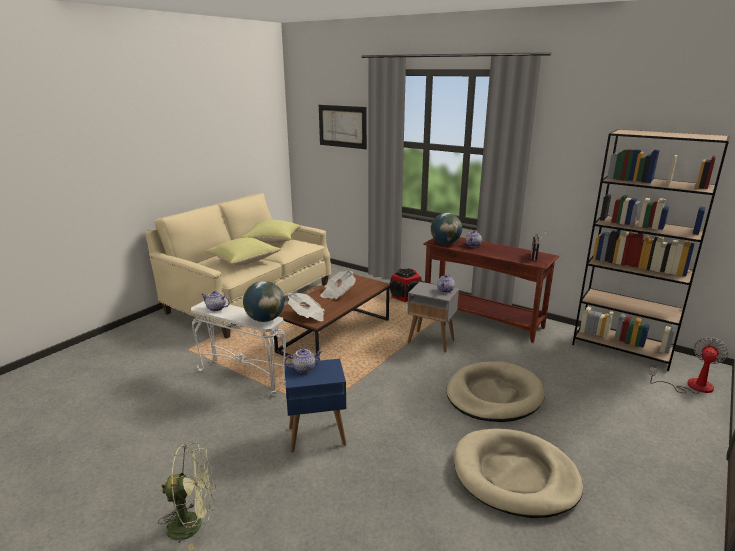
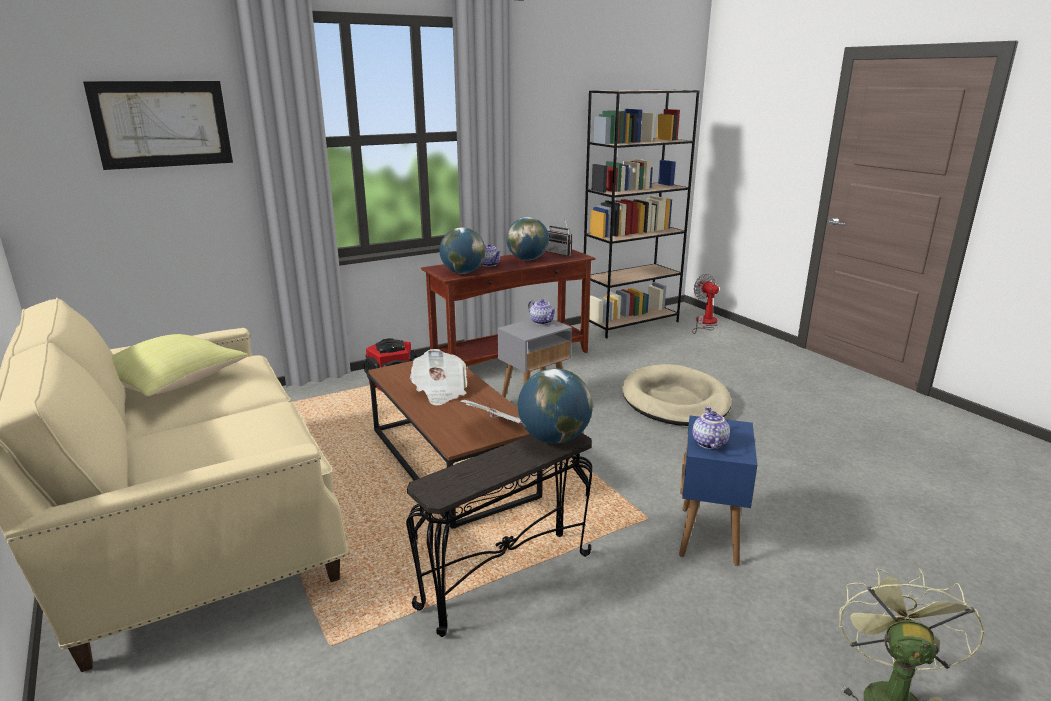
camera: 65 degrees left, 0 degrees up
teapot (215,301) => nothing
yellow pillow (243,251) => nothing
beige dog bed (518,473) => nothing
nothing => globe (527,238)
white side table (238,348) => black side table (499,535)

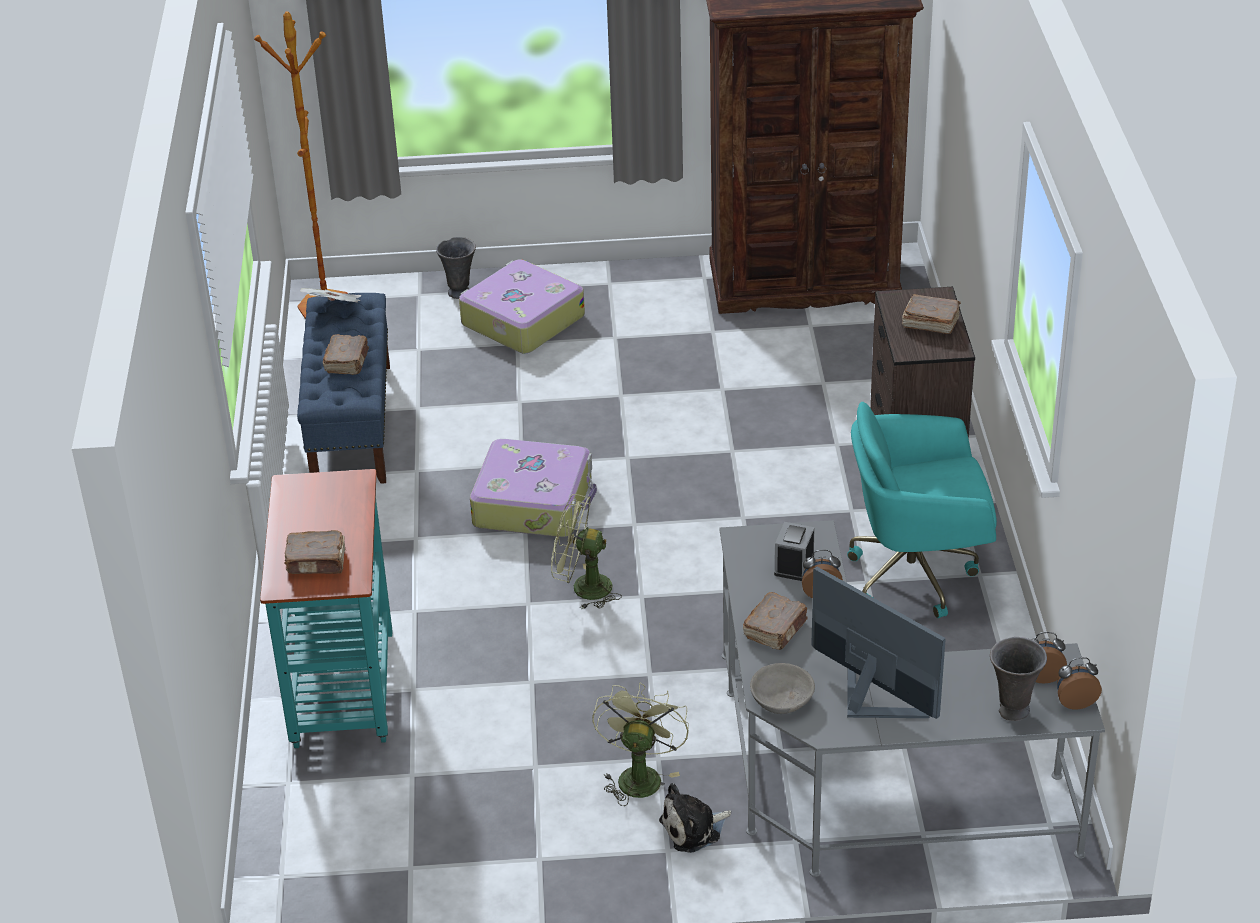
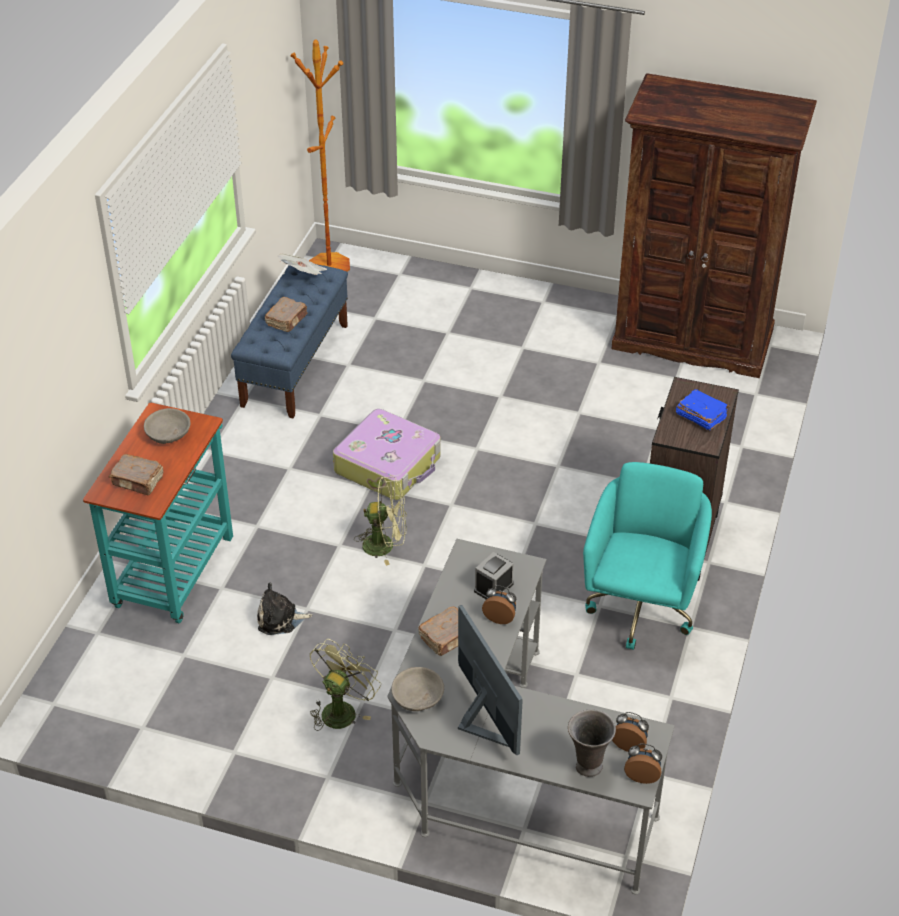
camera: 20 degrees right, 5 degrees up
grey vase (456,268) => nothing
suitcase (522,306) => nothing
nothing => grey bowl (167,426)
plush toy (695,818) => plush toy (284,609), shifted
brown book (931,314) => blue book (703,409)
green fan (586,551) => green fan (380,521), 150 degrees clockwise
turquoise office chair (922,510) => turquoise office chair (647,556), 90 degrees clockwise

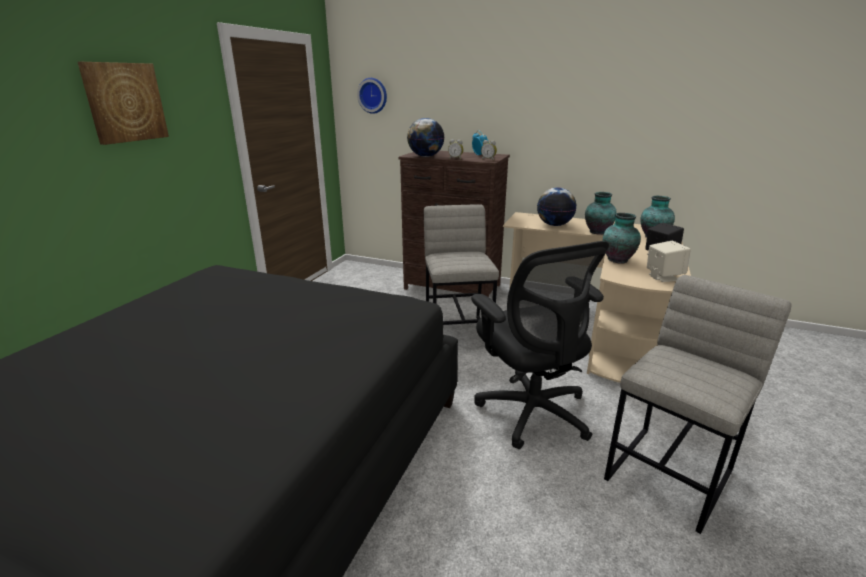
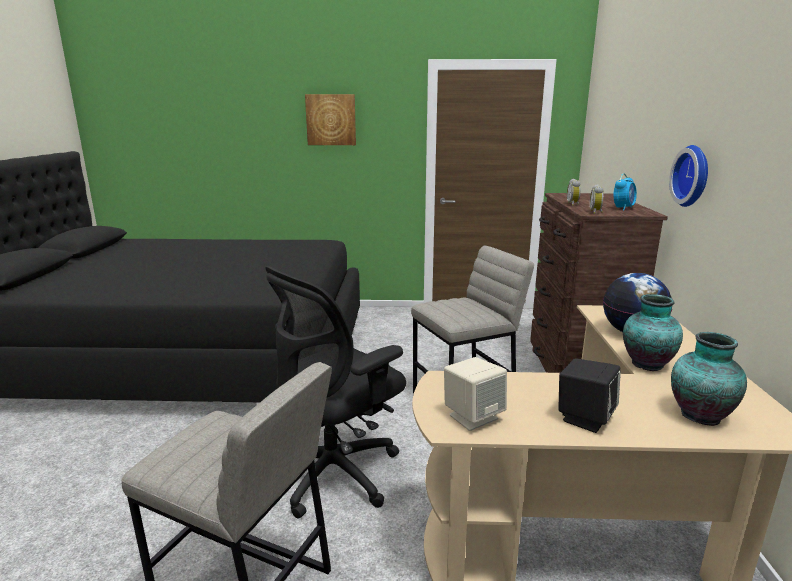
camera: 70 degrees right, 5 degrees down
globe (426,137) => nothing
vase (622,238) => nothing
wall clock (372,96) => wall clock (688,176), shifted

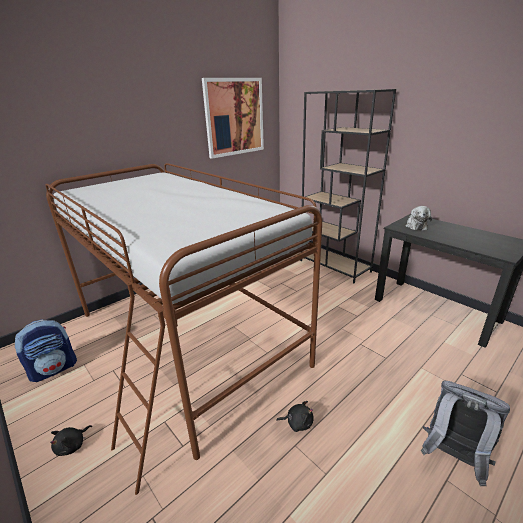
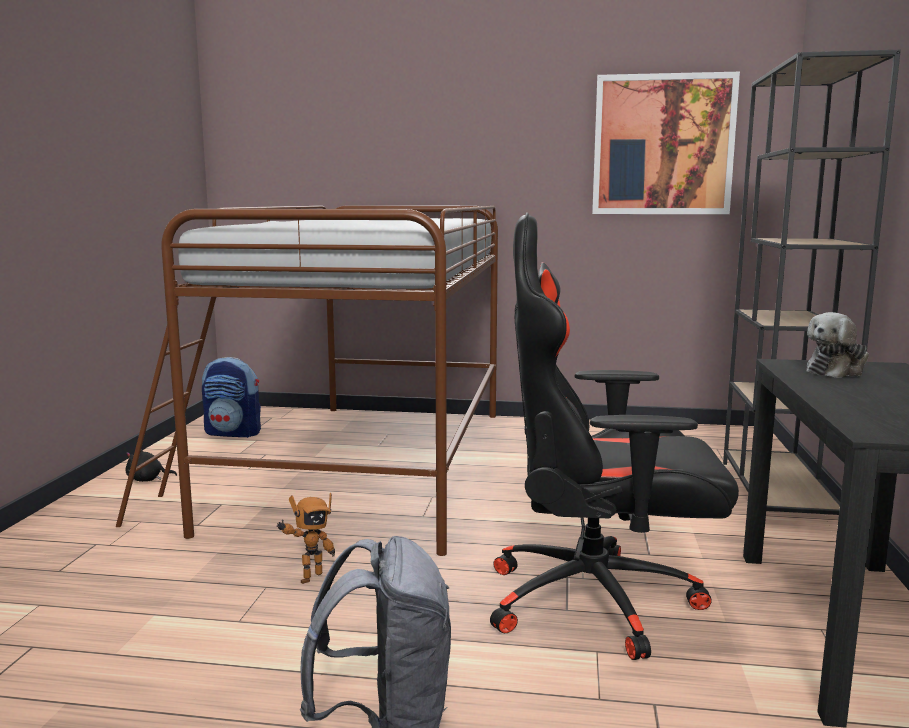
camera: 50 degrees right, 15 degrees down
nothing => black office chair (614,436)
black plush toy (295,416) => toy robot (306,538)

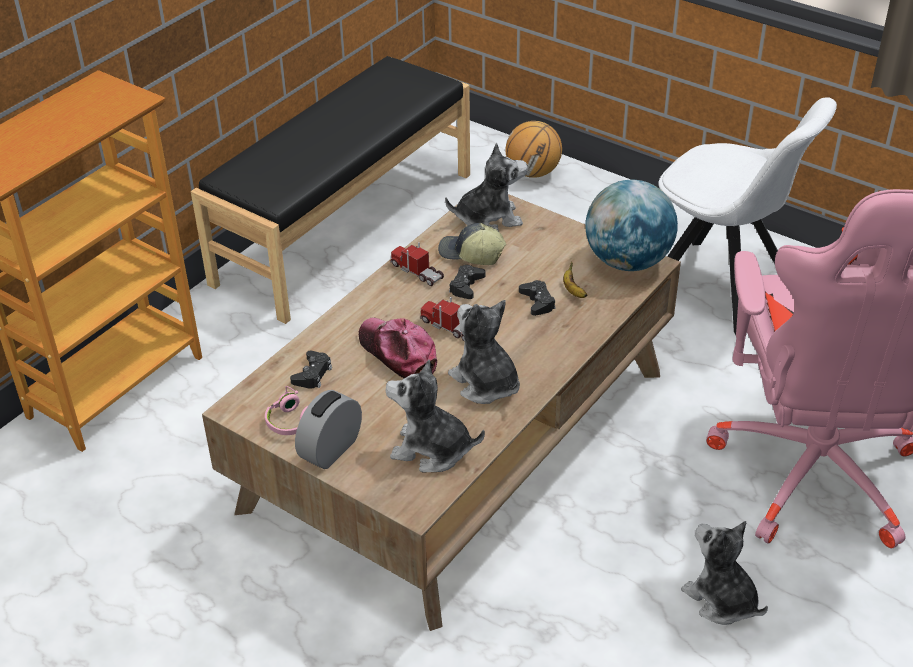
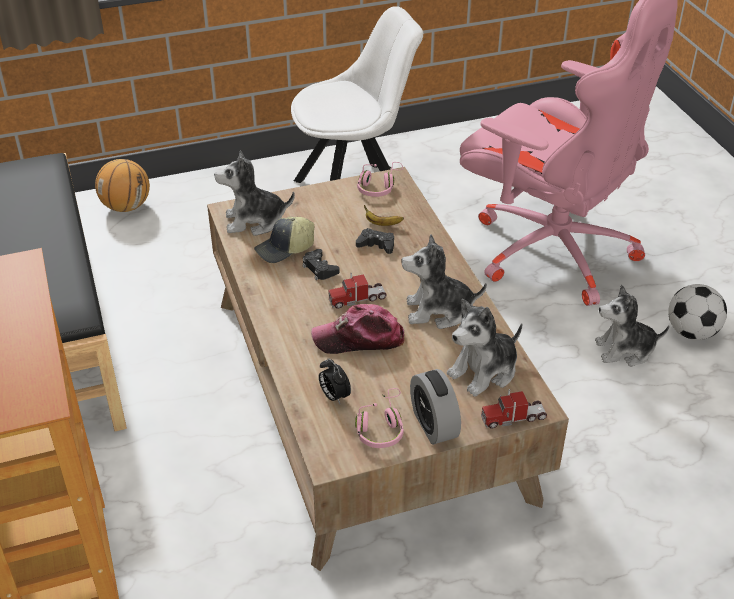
camera: 55 degrees left, 0 degrees up
nothing => football (697,312)
toy truck (417,264) => toy truck (514,408), shifted
black game controller (311,369) => alarm clock (335,381)
globe (631,225) => pink headphones (380,179)
plush toy (486,187) => plush toy (254,193), 120 degrees counterclockwise

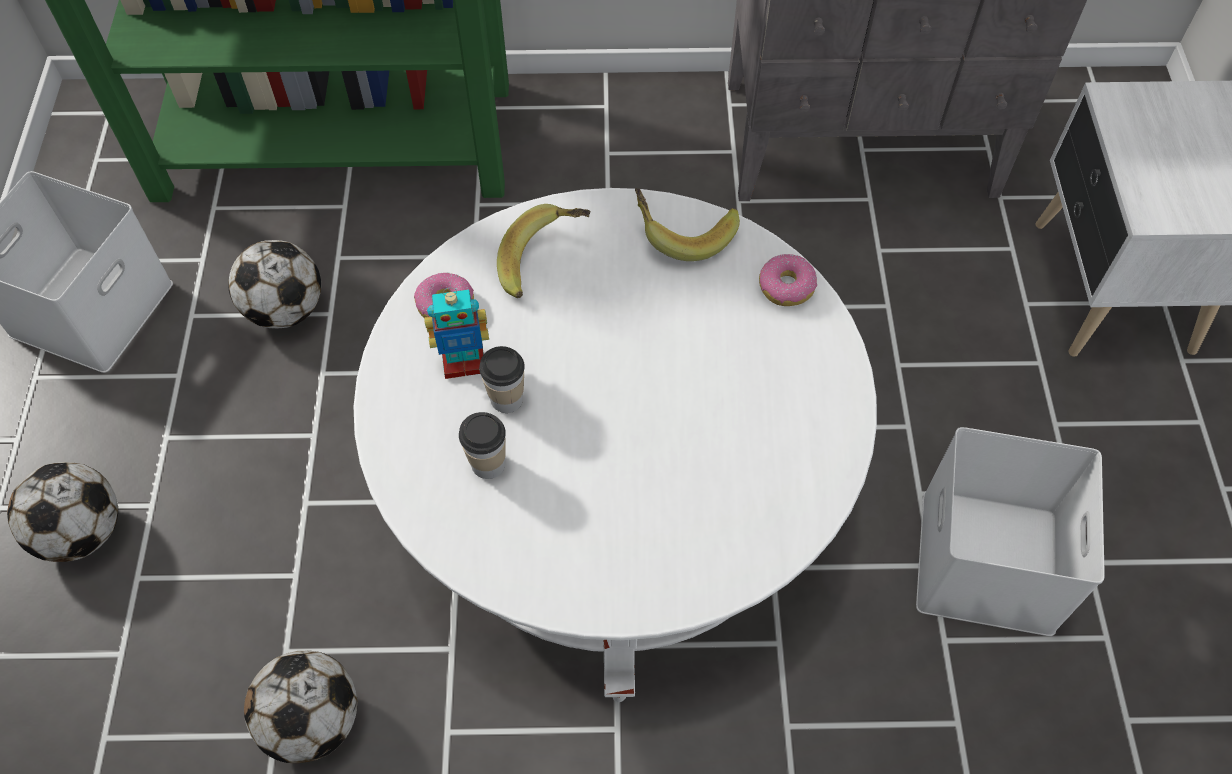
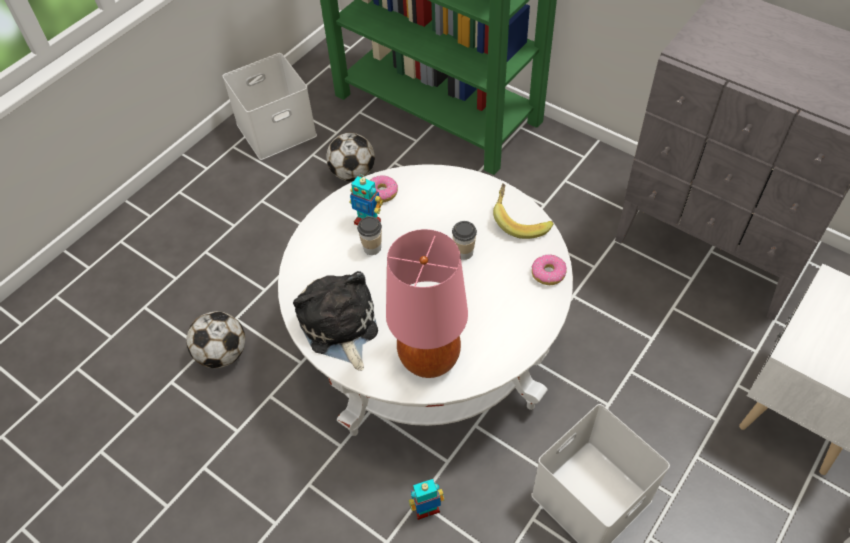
camera: 40 degrees right, 5 degrees down
football (62,512) => nothing
banana (543,251) => nothing
nothing => plush toy (335,321)
nothing => pink table lamp (427,303)
nothing => toy robot (426,499)
cup (482,445) => cup (464,240), shifted

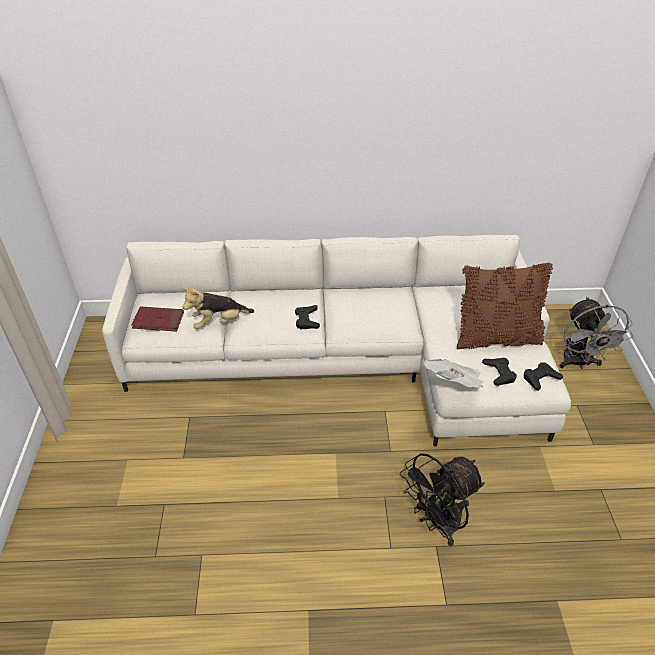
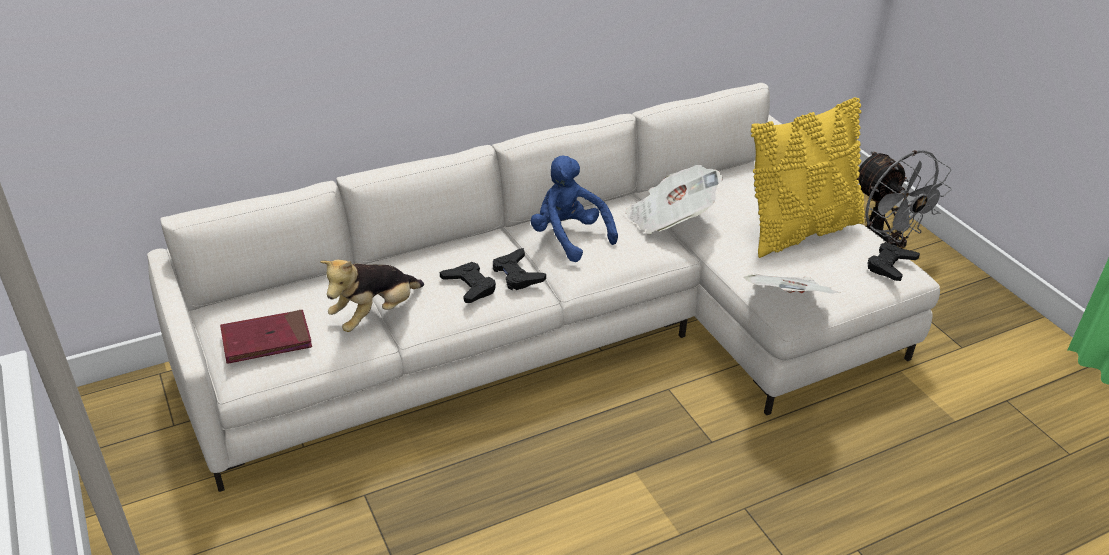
camera: 25 degrees left, 5 degrees down
black fan (442,499) => nothing
nothing => blue plush toy (574,208)
nothing => newspaper (674,200)
black game controller (499,372) => black game controller (468,282), shifted
brown pillow (505,306) => yellow pillow (808,177)

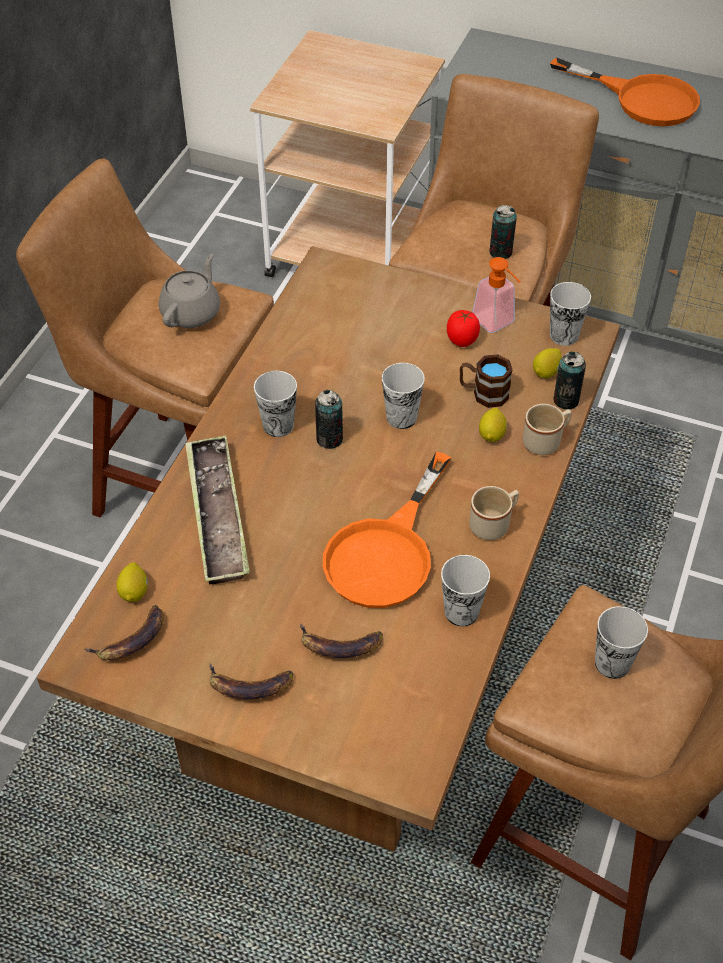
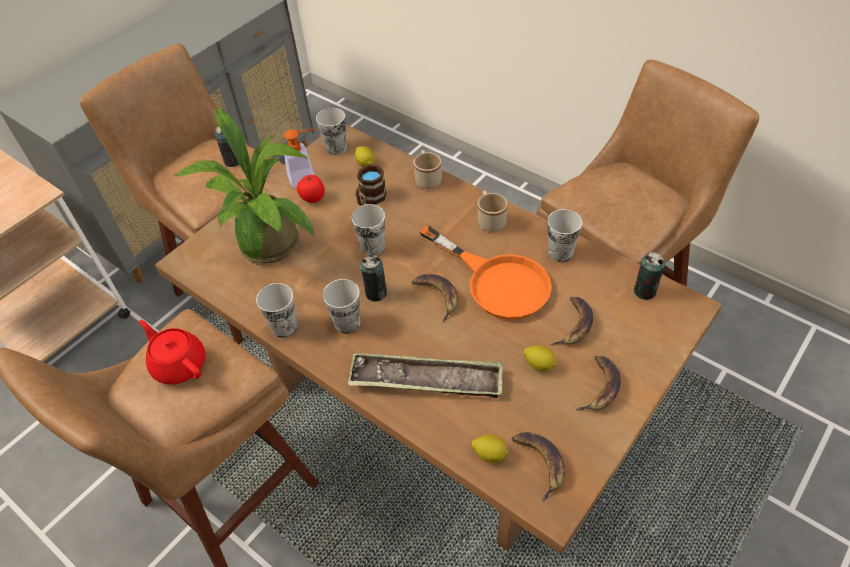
camera: 70 degrees left, 0 degrees up
orange frying pan (625,91) => nothing
nothing => potted plant (244,185)
nothing => banana (435,298)
lemon (493,425) => lemon (540,358), shifted
can (570,381) => can (649,276), shifted
cup (621,642) => cup (276,310), shifted
grey teapot (189,291) => red teapot (172,352)

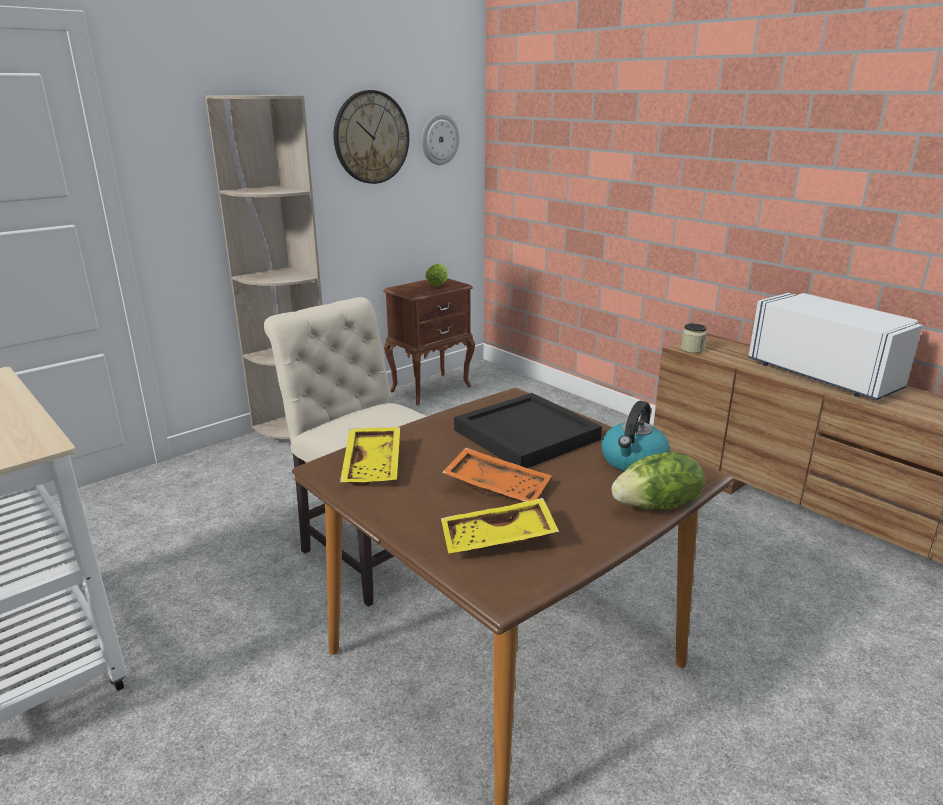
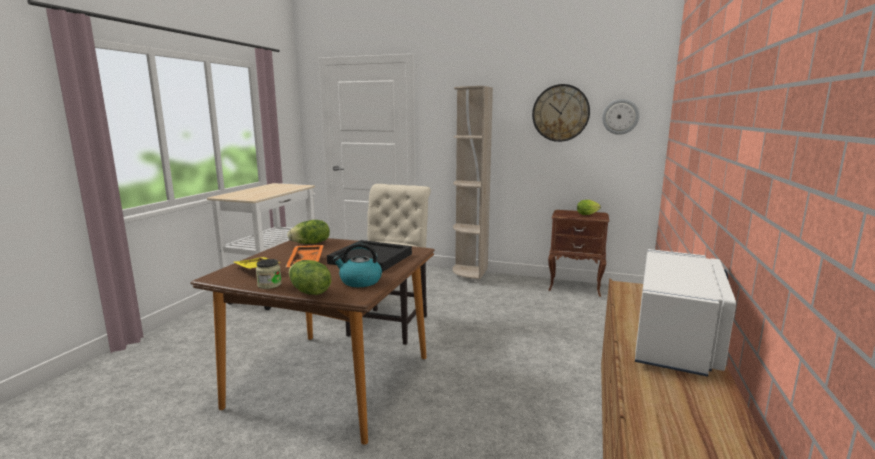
camera: 60 degrees right, 10 degrees down
jar (694,338) => jar (269,274), shifted
yellow tray (370,456) => lettuce (309,232)

